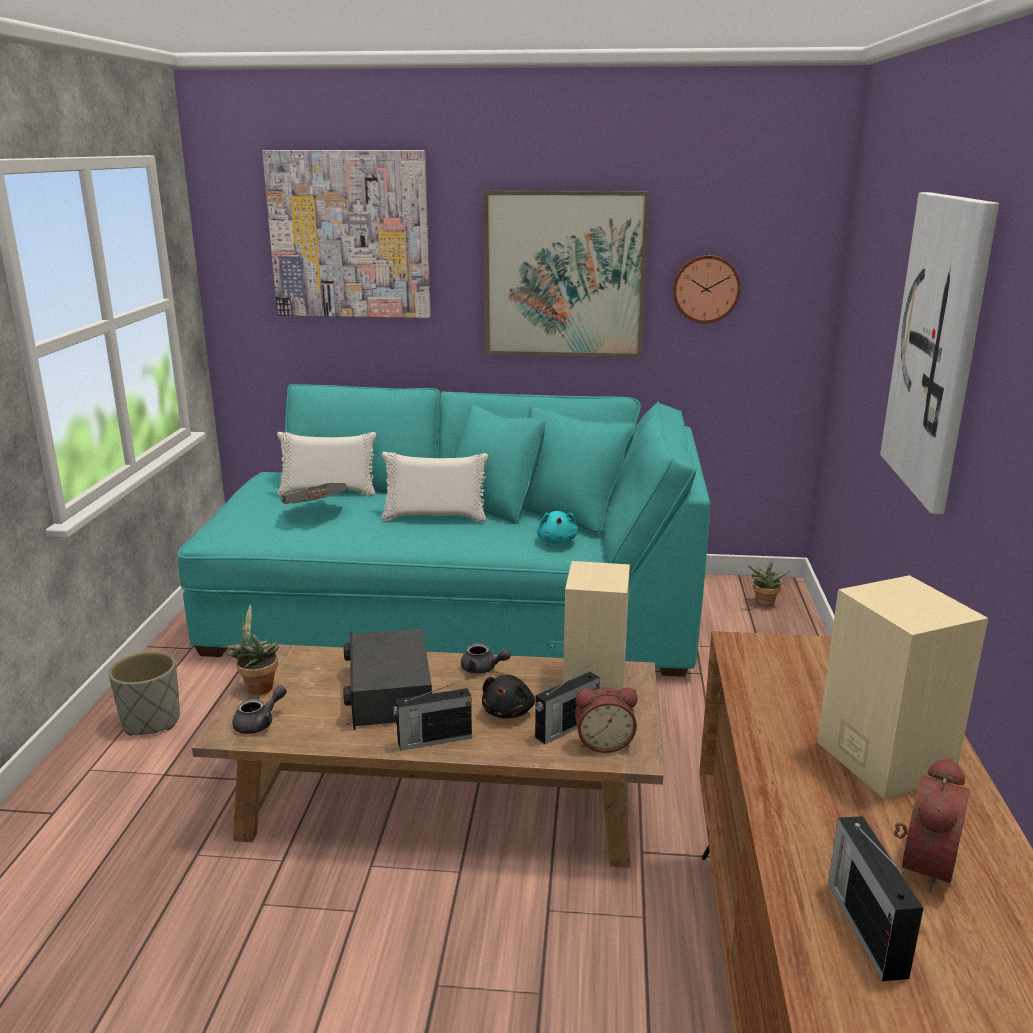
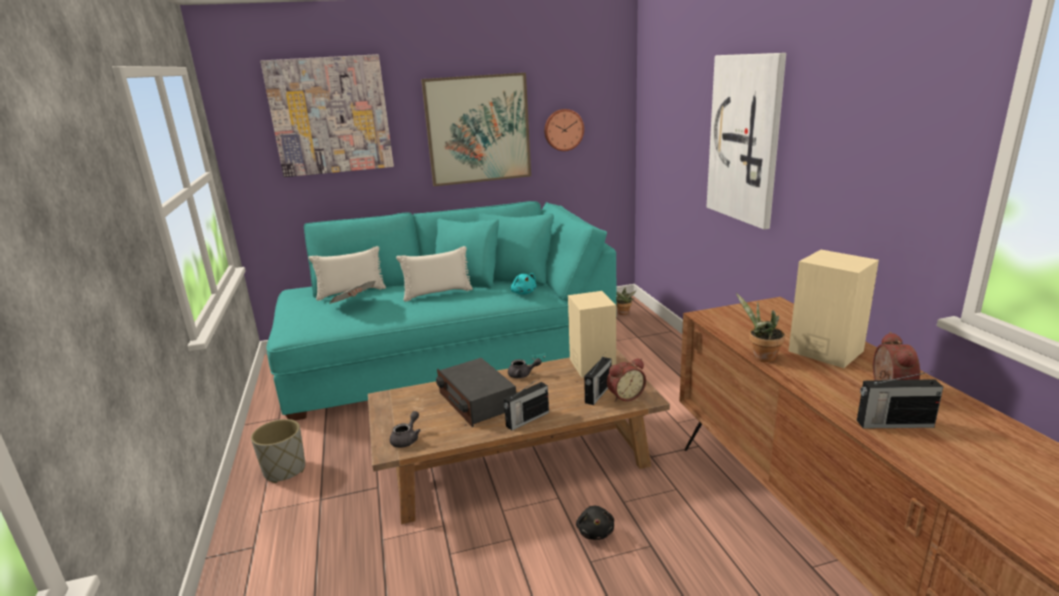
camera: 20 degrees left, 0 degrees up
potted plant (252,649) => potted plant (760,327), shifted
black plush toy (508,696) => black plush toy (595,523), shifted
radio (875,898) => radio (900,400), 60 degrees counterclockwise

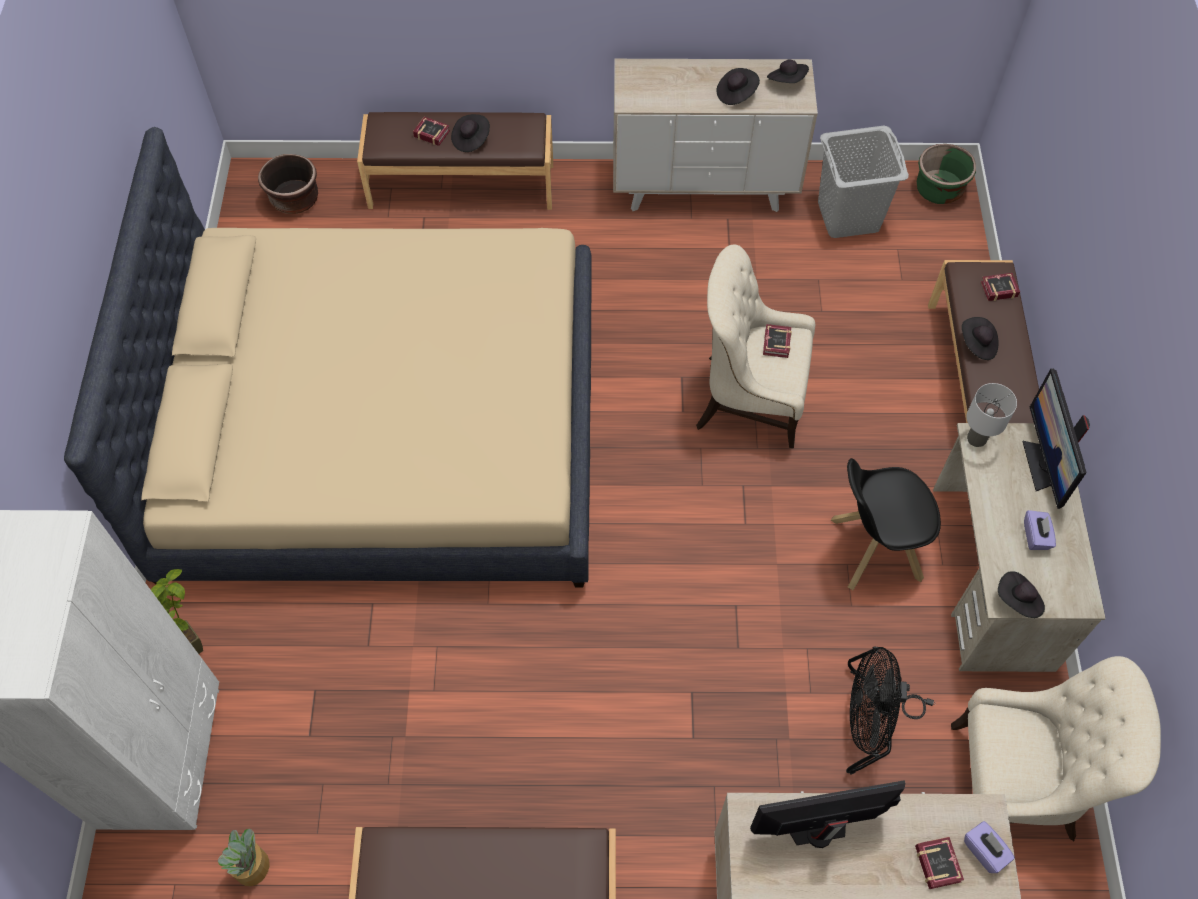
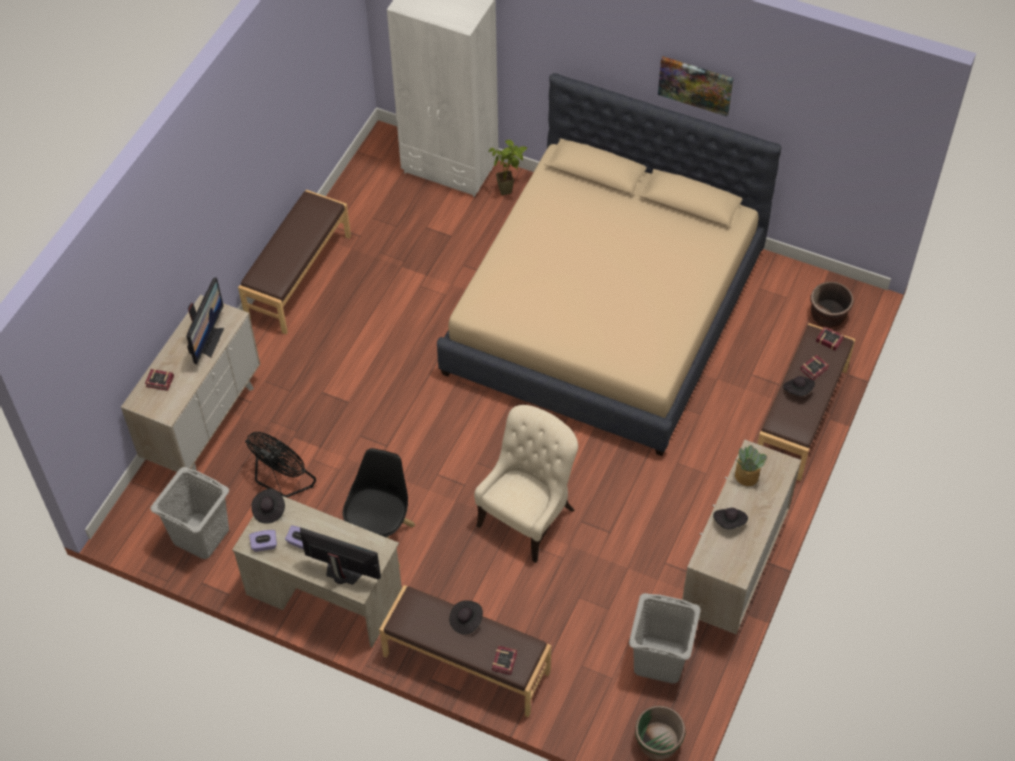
camera: 115 degrees right, 5 degrees down
black hat (788,71) => nothing
white table lamp (991,415) => nothing
nothing => picture (696,86)
potted plant (243,857) => potted plant (751,465), shifted
book (777,341) => book (830,338), shifted
purple tissue box (989,847) => purple tissue box (263,541), shifted
beige armchair (1056,748) => grey laundry basket (189,513)

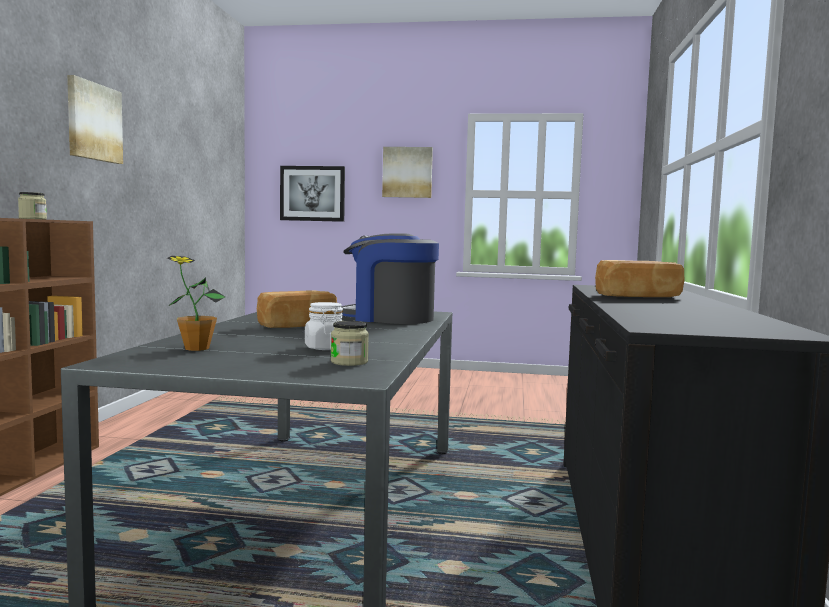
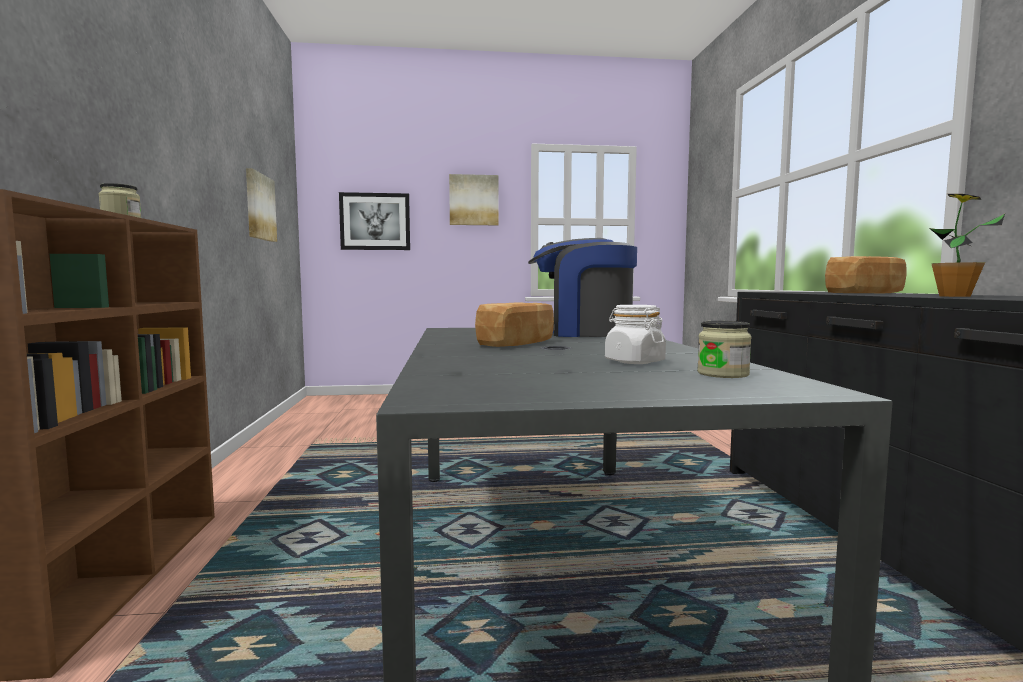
camera: 15 degrees left, 0 degrees up
picture (95,119) => picture (261,205), shifted
potted plant (196,303) => potted plant (967,245), shifted

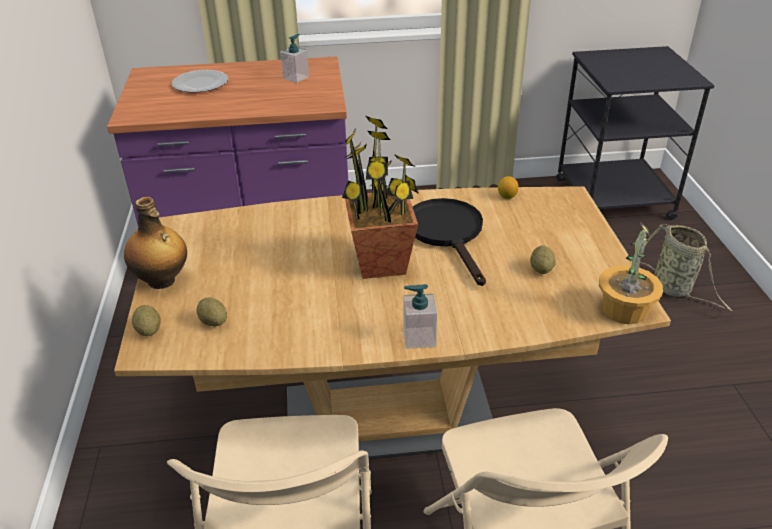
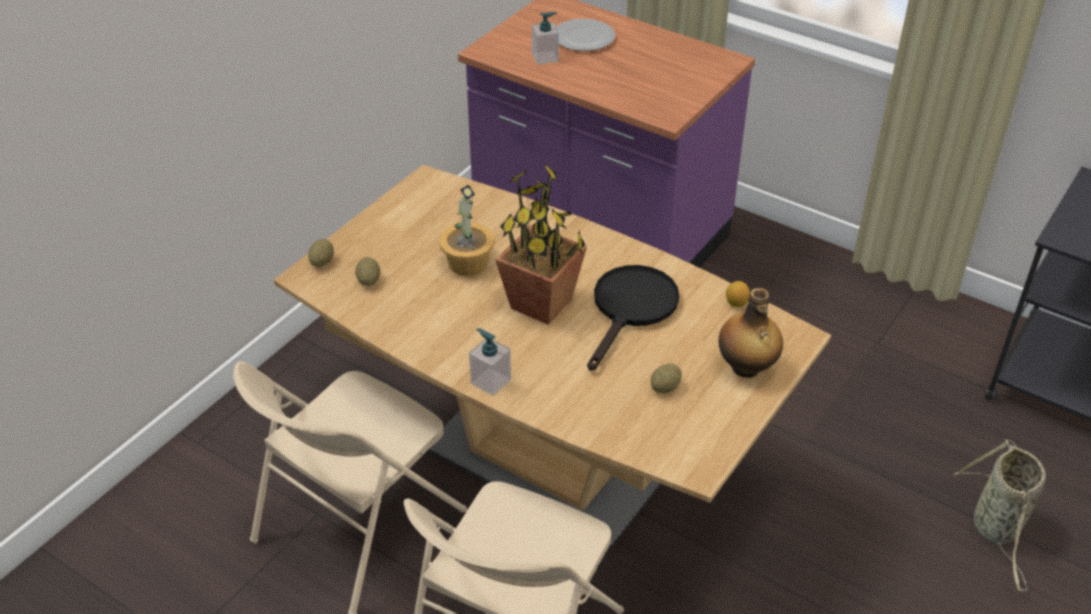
camera: 40 degrees right, 5 degrees up
bottle (155,243) => bottle (750,333), shifted
soap dispenser (294,58) => soap dispenser (545,38), shifted
potted plant (631,273) => potted plant (467,230), shifted

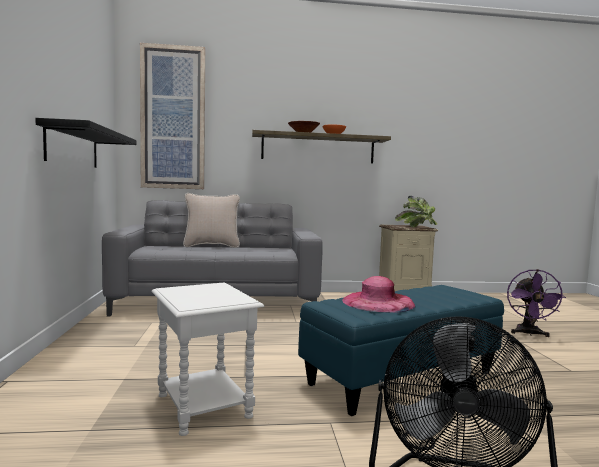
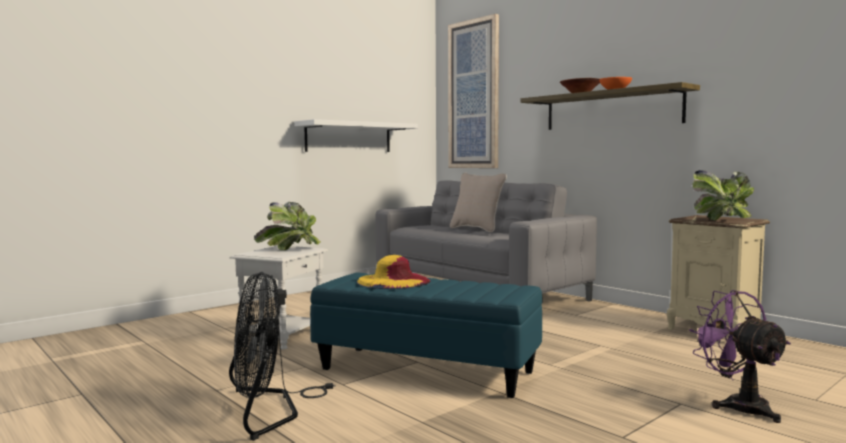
camera: 55 degrees right, 0 degrees up
nothing => potted plant (287,225)
black shelf (85,143) => white shelf (356,135)
pink hat (378,294) => yellow hat (394,272)
purple fan (536,303) => purple fan (740,356), 90 degrees clockwise

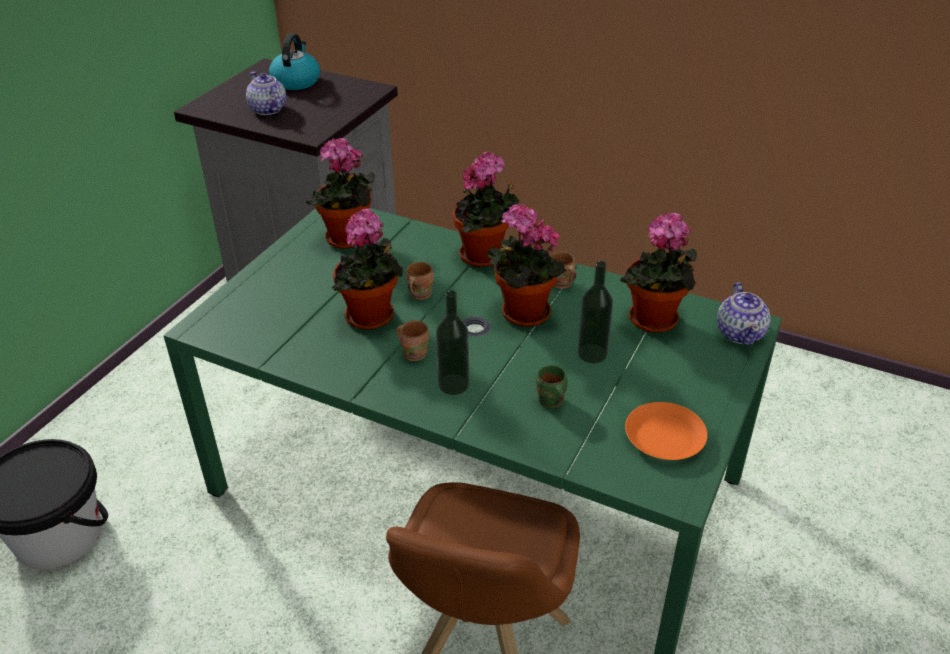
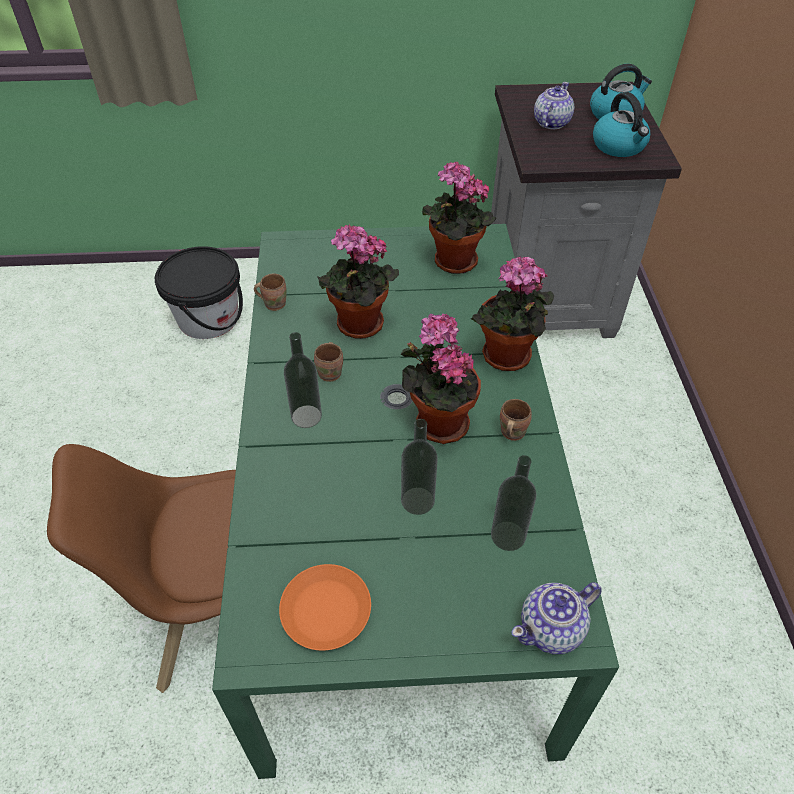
camera: 60 degrees right, 10 degrees up
green mug (552,386) => nothing
nothing => kettle (622,124)
brown mug (420,281) => brown mug (270,292), shifted
potted plant (659,273) => bottle (513,503)

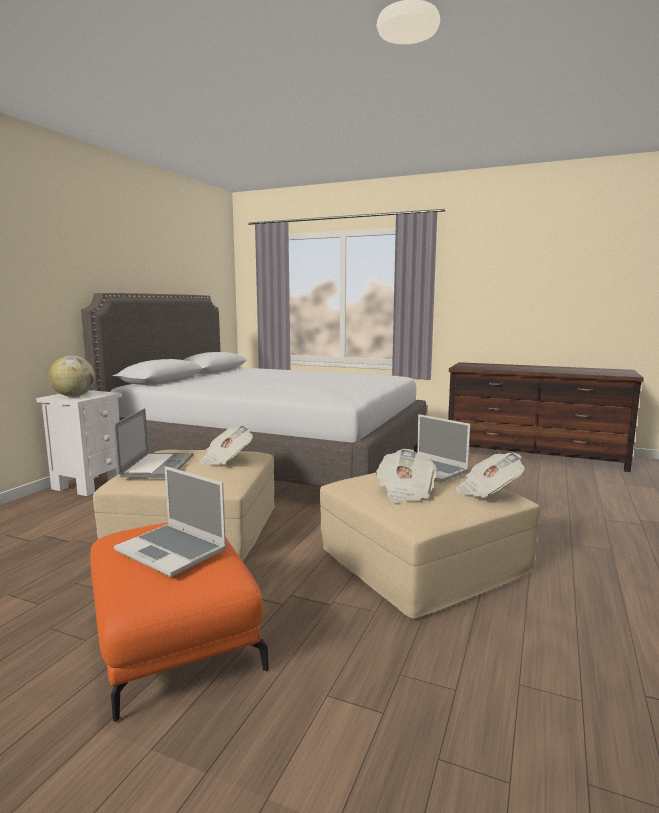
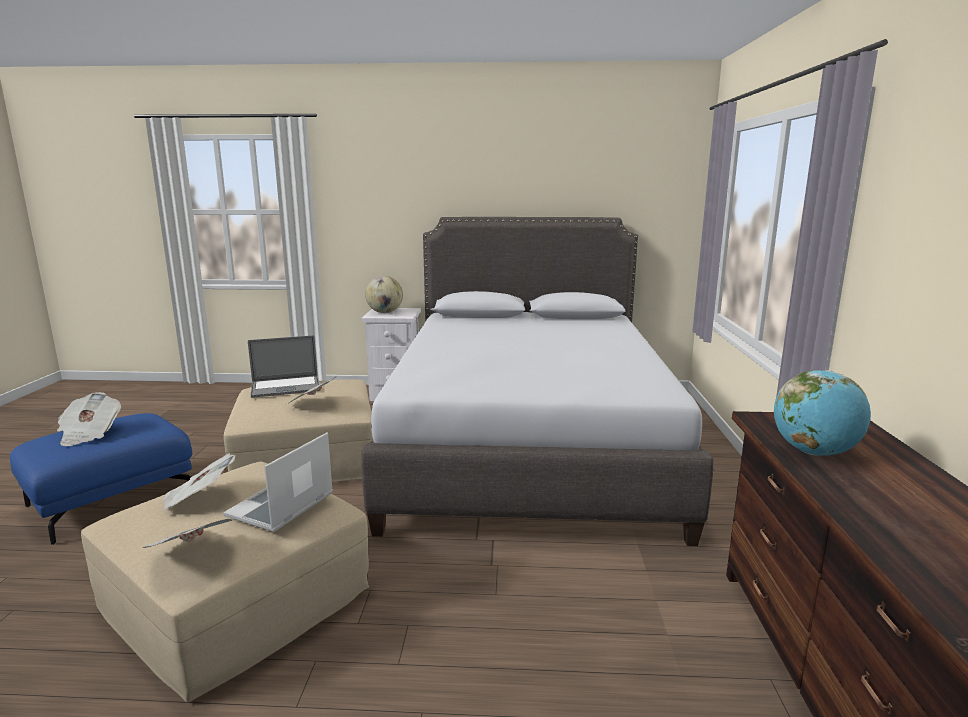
camera: 70 degrees right, 5 degrees up
nothing => globe (822,413)
laptop (170,521) => newspaper (89,419)
orange ottoman (179,622) => blue ottoman (101,479)

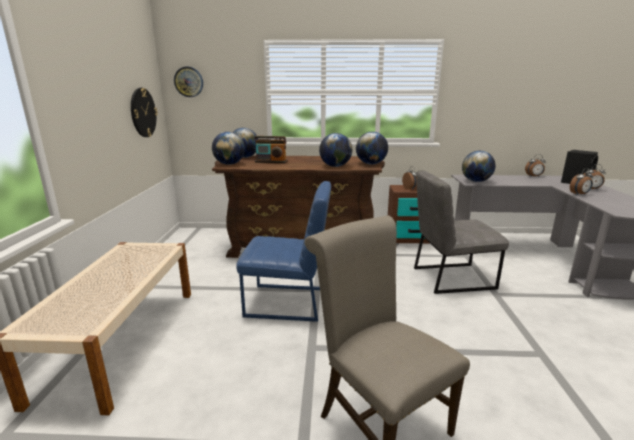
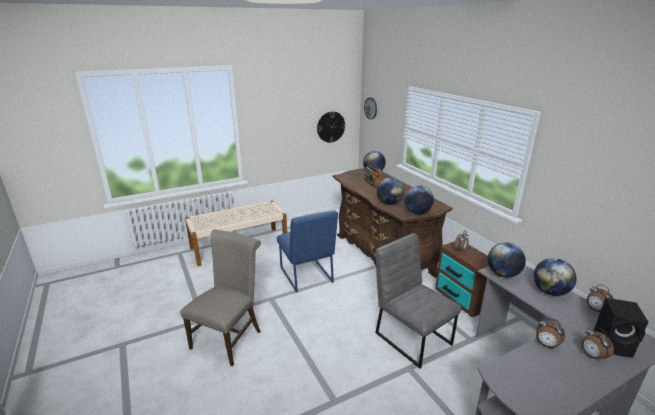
camera: 60 degrees right, 5 degrees up
globe (228,148) => globe (555,277), shifted

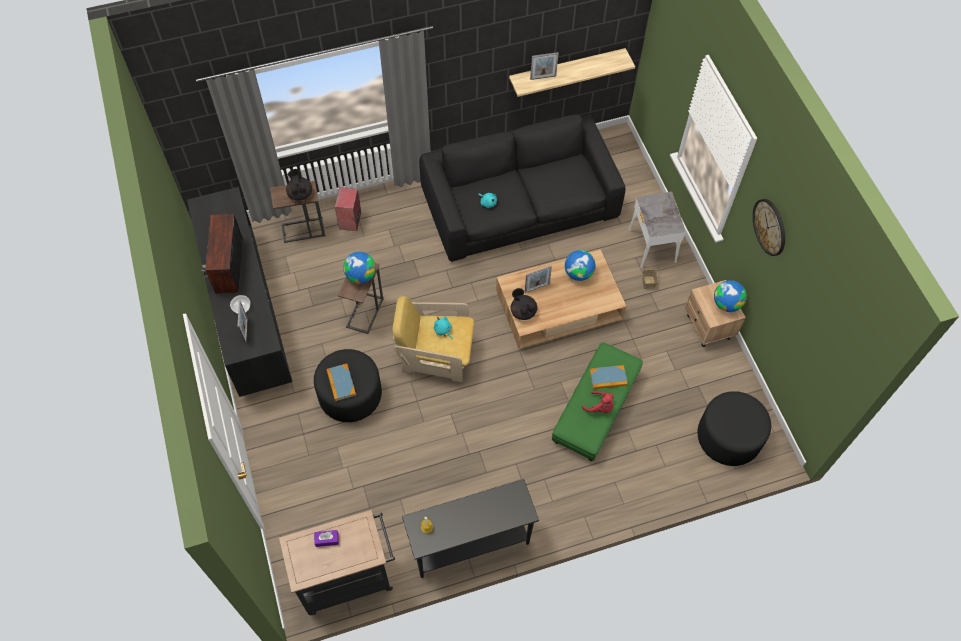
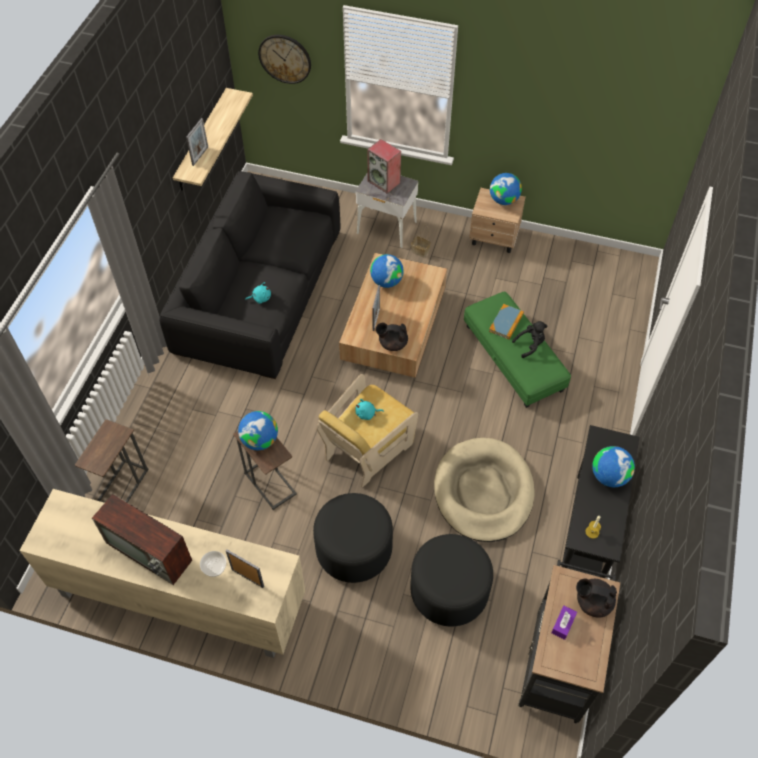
camera: 55 degrees left, 5 degrees down
book (341,382) => nothing
nothing => beige dog bed (484,490)
nothing => globe (613,466)
black teapot (299,185) => black teapot (596,597), shifted
speaker (348,209) => speaker (384,166), shifted
black ottoman (734,428) => black ottoman (451,580), shifted
wall clock (769,227) => wall clock (284,59), shifted
black tv stand (240,292) => beige tv stand (162,573)
red plush toy (598,402) => black plush toy (530,339)

